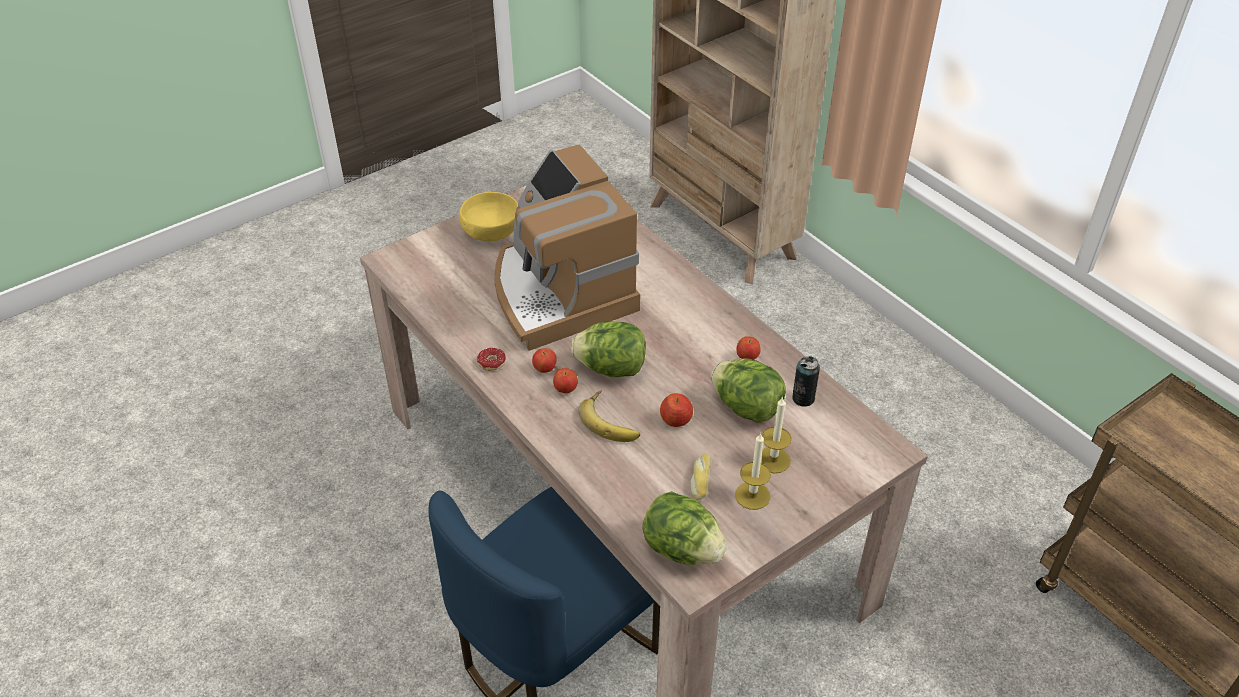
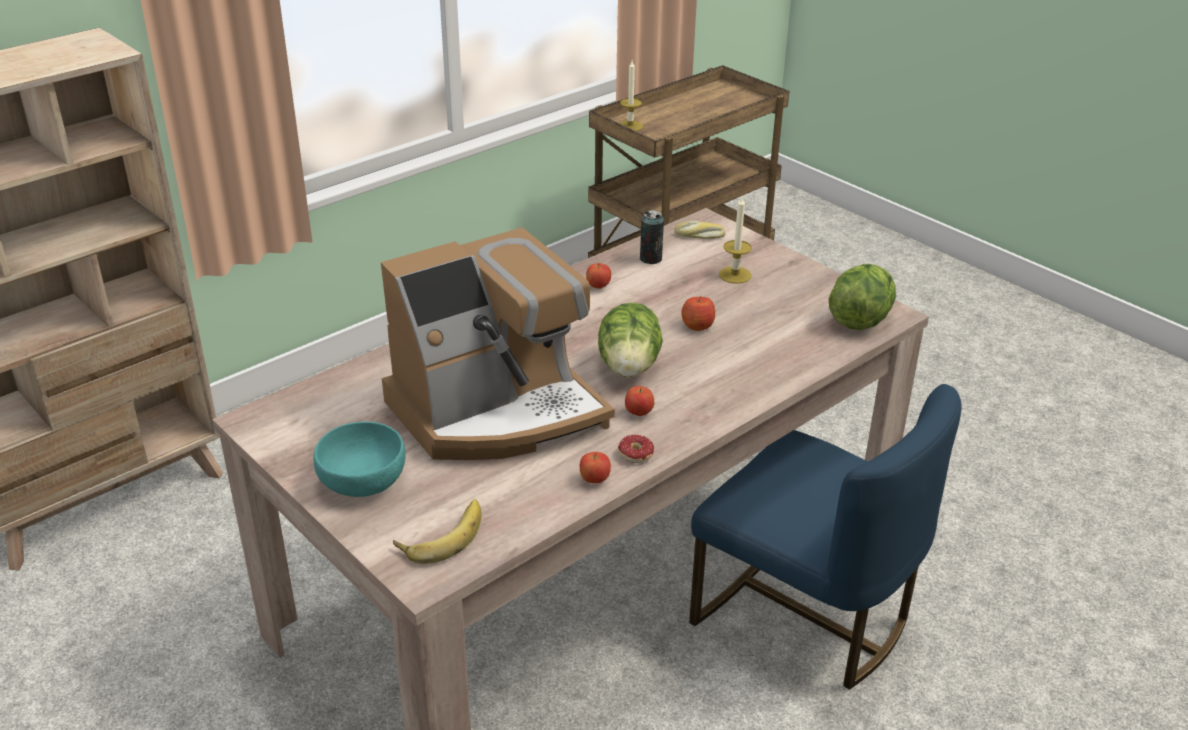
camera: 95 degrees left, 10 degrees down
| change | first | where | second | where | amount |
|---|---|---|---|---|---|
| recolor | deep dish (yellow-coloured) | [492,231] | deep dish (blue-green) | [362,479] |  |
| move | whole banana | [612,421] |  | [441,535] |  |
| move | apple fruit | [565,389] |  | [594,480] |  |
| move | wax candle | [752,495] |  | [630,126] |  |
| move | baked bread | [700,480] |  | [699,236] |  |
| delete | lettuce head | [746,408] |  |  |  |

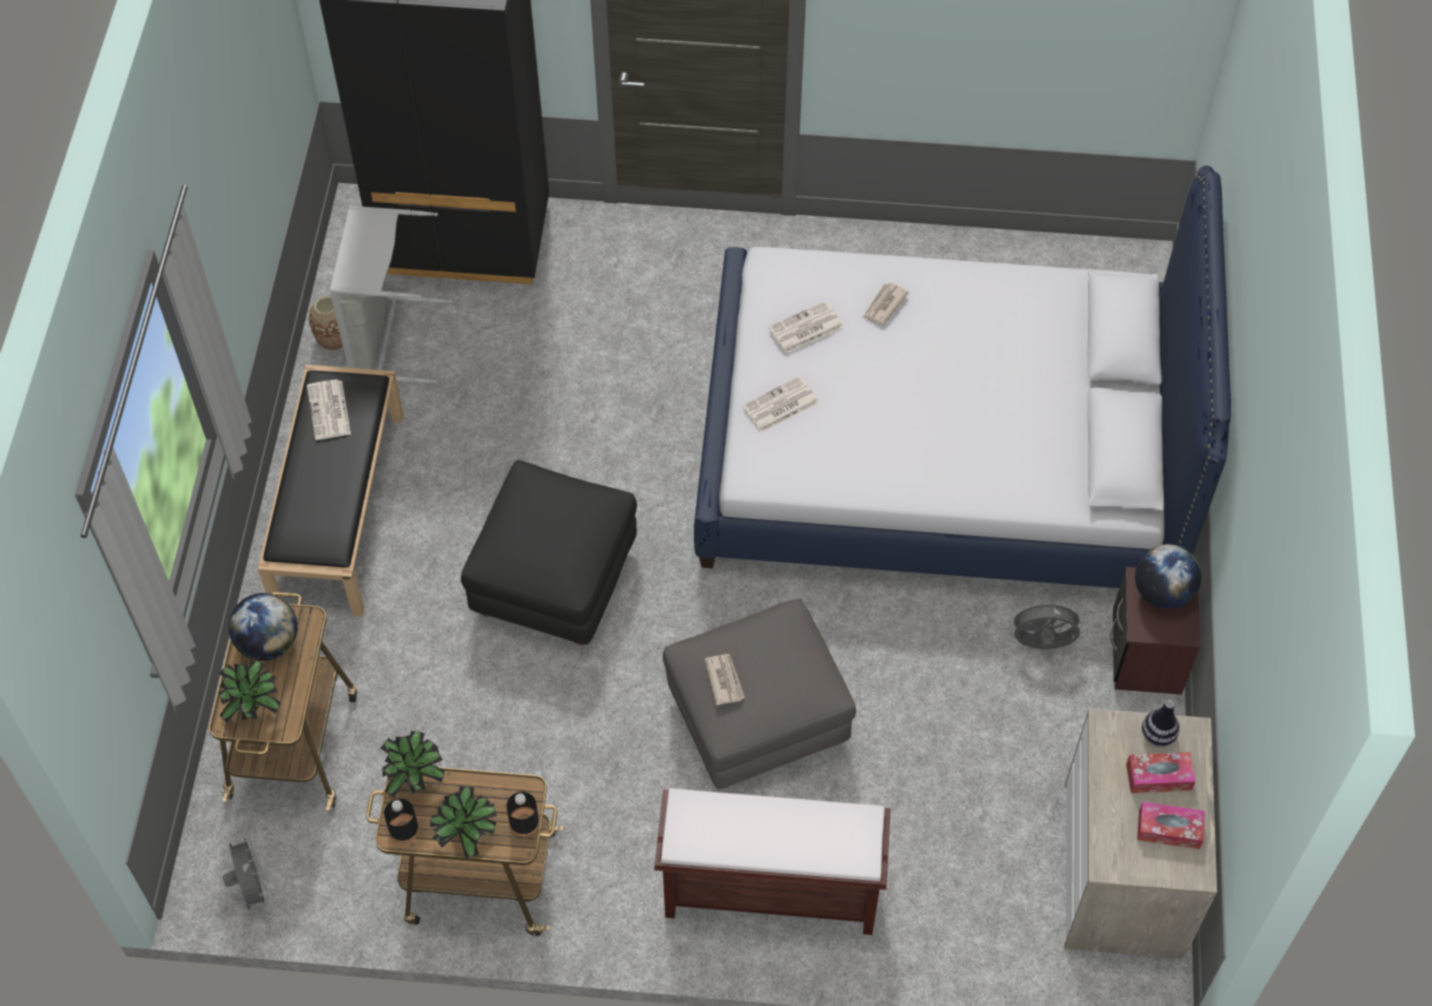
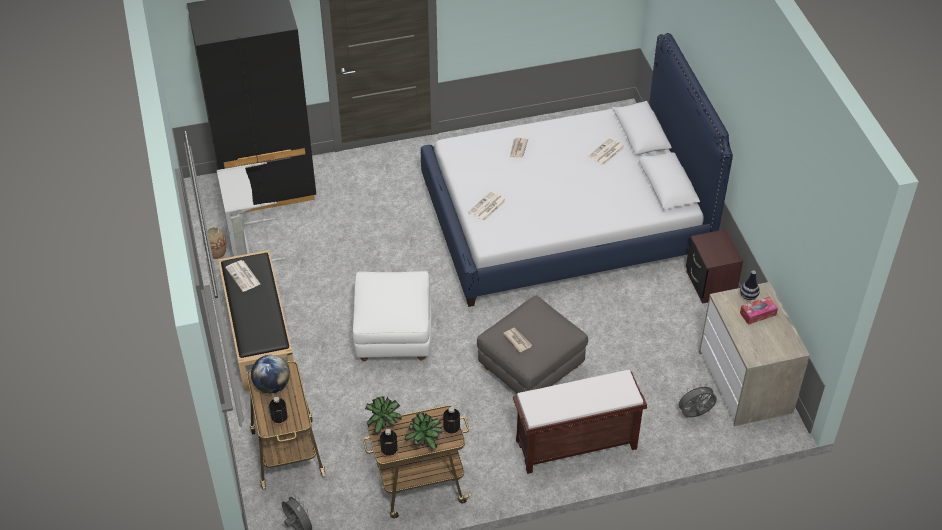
camera: 20 degrees left, 10 degrees down
| change | first | where | second | where | amount |
|---|---|---|---|---|---|
| replace | potted plant | [254,708] | beverage bottle (blackish) | [279,418] |  |
| recolor | ottoman (blackish) | [554,580] | ottoman (white-coloured) | [393,334] |  |
| move | daily paper | [805,328] |  | [606,152] |  |
| move | cooling fan (greyish) | [1041,645] |  | [695,415] |  |
| delete | desk globe | [1162,593] |  |  |  |
| delete | tissue box | [1169,829] |  |  |  |

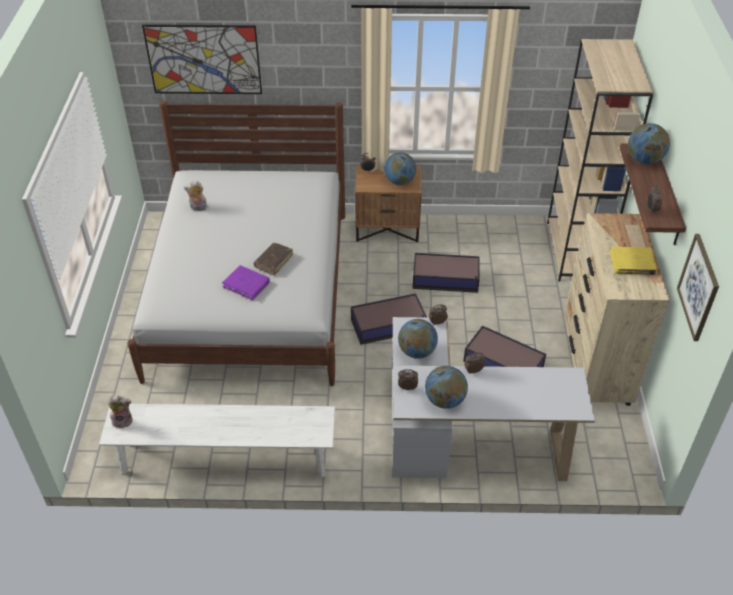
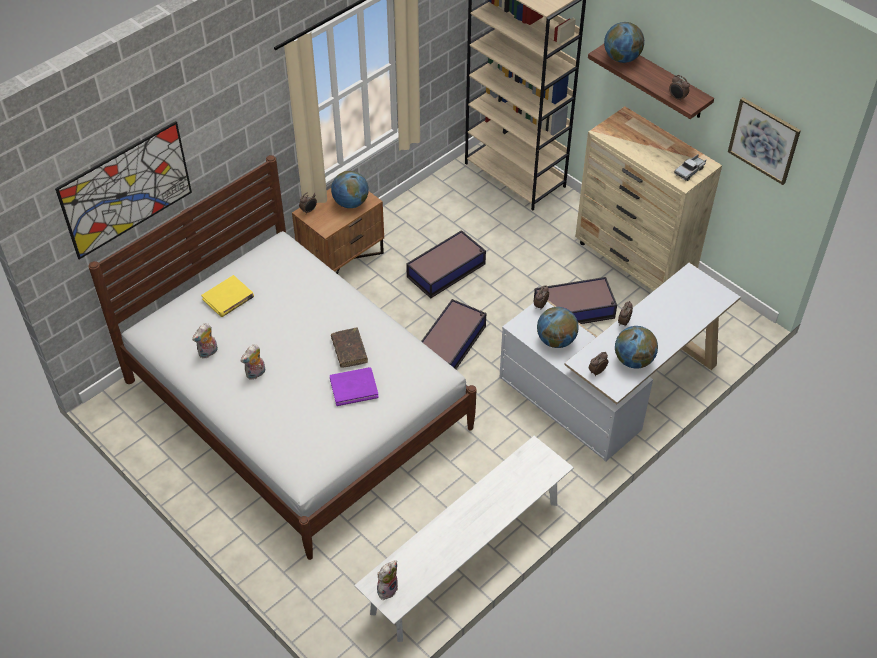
camera: 45 degrees left, 5 degrees up
| change | first | where | second | where | amount |
|---|---|---|---|---|---|
| move | book (yellow-coloured) | [632,263] |  | [228,298] |  |
| insert |  |  | soft toy | [256,374] |  |
| insert |  |  | model truck | [690,171] |  |

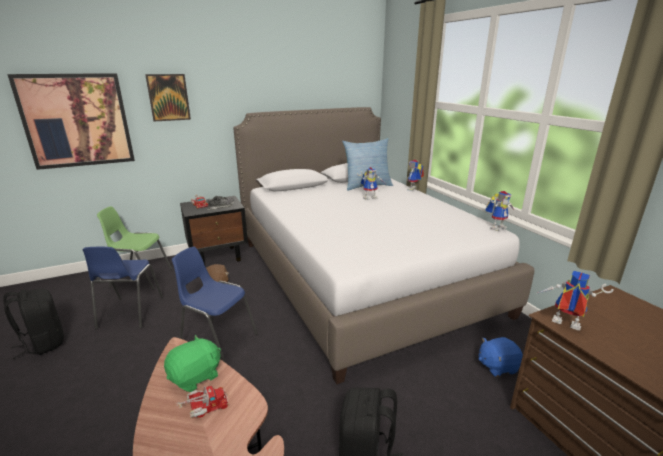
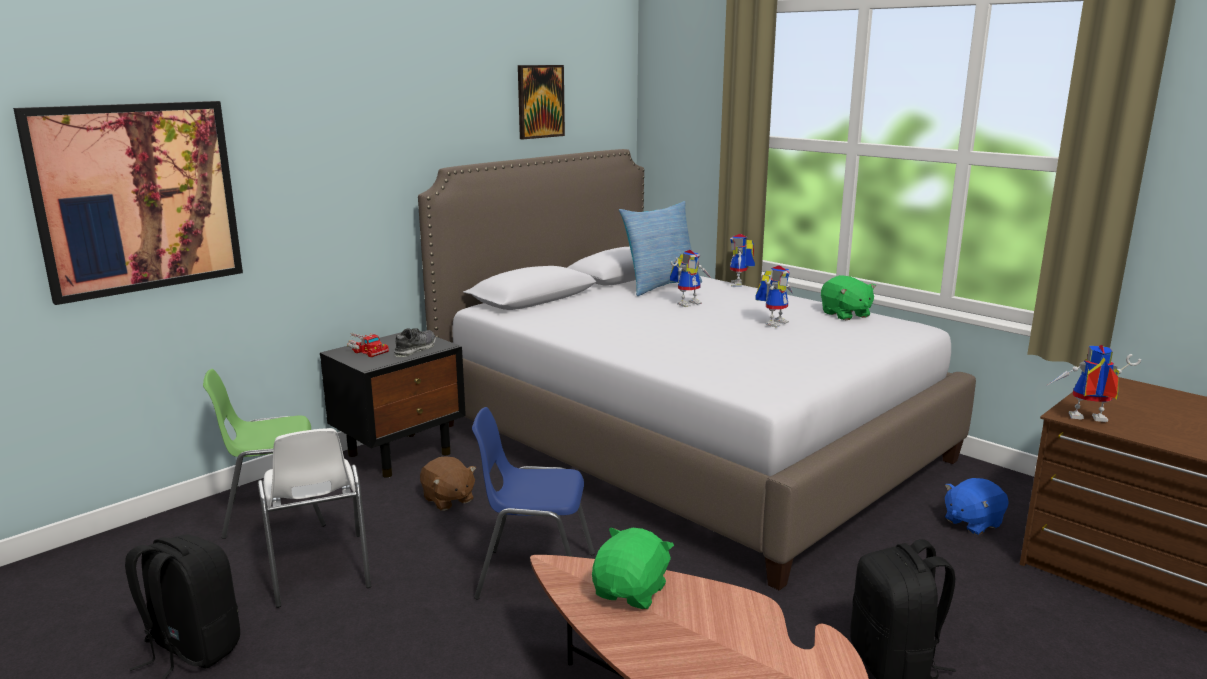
camera: 20 degrees left, 5 degrees down
| change | first | where | second | where | amount |
|---|---|---|---|---|---|
| recolor | chair (blue) | [129,313] | chair (white-coloured) | [319,570] |  |
| move | wall picture | [168,97] |  | [540,101] |  |
| move | model robot | [497,227] |  | [774,322] |  |
| insert |  |  | soft toy (green) | [845,314] |  |
| delete | model truck | [203,407] |  |  |  |

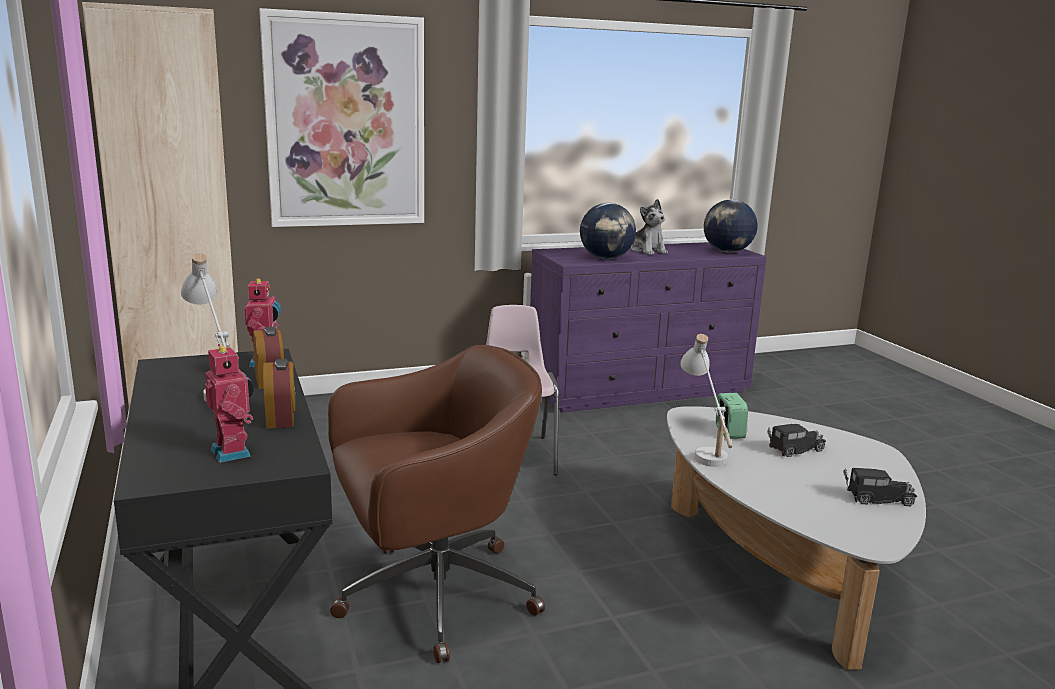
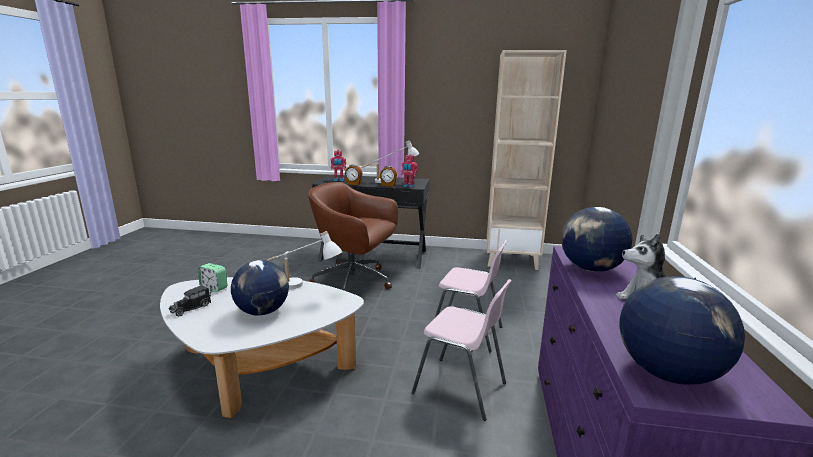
camera: 120 degrees right, 0 degrees up
| change | first | where | second | where | amount |
|---|---|---|---|---|---|
| move | alarm clock | [729,432] |  | [214,288] |  |
| replace | model truck | [794,450] | desk globe | [263,311] |  |
| rotate | office chair (brownish) | [432,596] |  | [354,282] | 105 degrees clockwise |
| insert |  |  | chair (pink-coloured) | [460,388] |  |
| delete | wall picture | [346,122] |  |  |  |

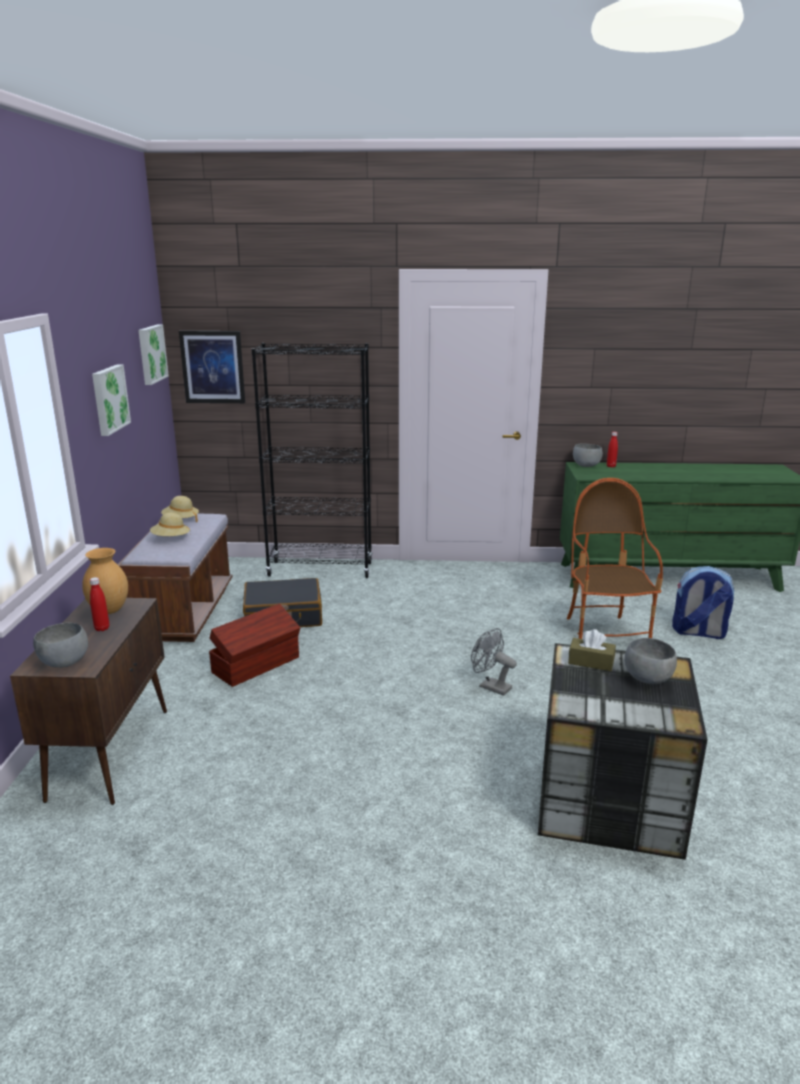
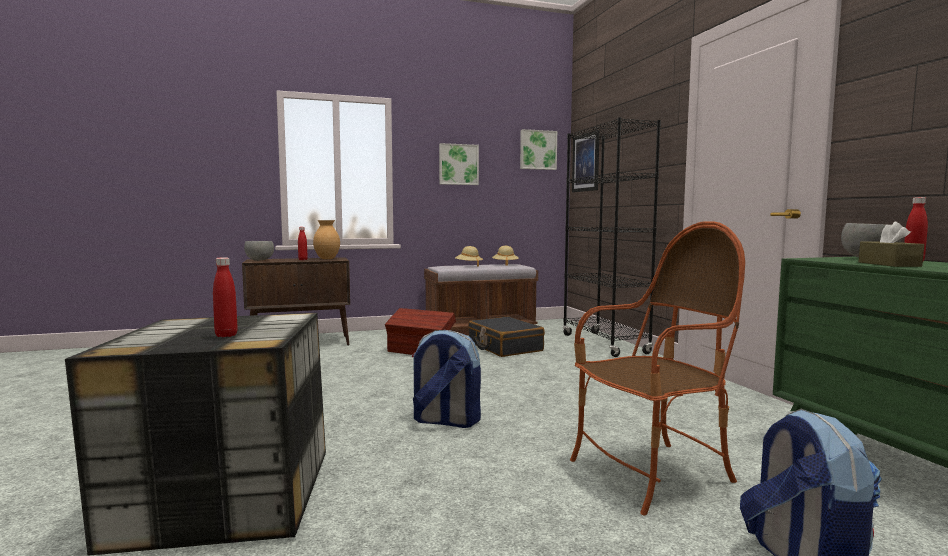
camera: 70 degrees right, 15 degrees down
| change | first | where | second | where | amount |
|---|---|---|---|---|---|
| replace | deep dish (greyish) | [647,678] | beverage bottle (red) | [226,335] |  |
| replace | cooling fan (greyish) | [490,686] | rucksack | [445,421] |  |
| move | tissue box (brownish) | [591,662] |  | [888,264] |  |

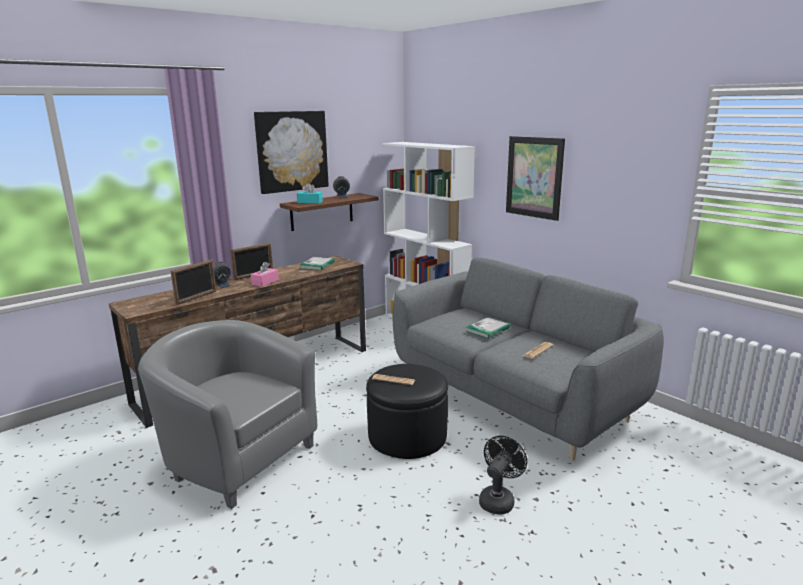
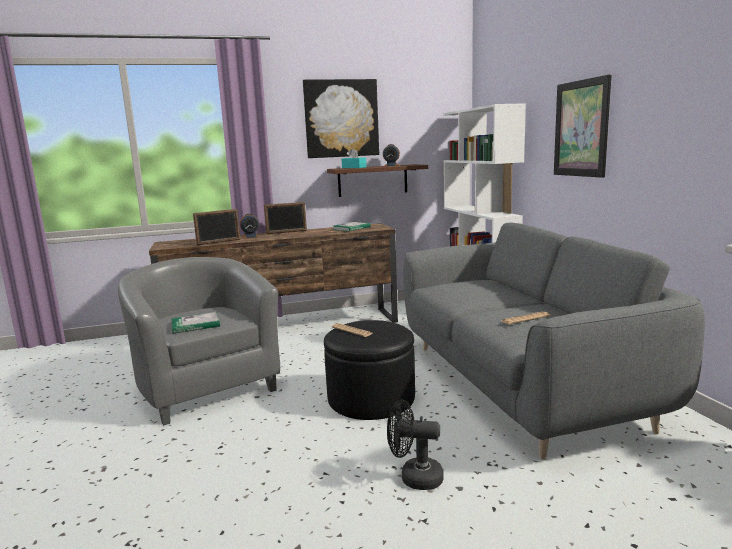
camera: 25 degrees right, 5 degrees down
| change | first | where | second | where | amount |
|---|---|---|---|---|---|
| move | book | [487,329] |  | [195,325] |  |
| rotate | cooling fan (blackish) | [498,499] |  | [414,477] | 135 degrees counterclockwise |
| delete | tissue box (pink-coloured) | [265,282] |  |  |  |

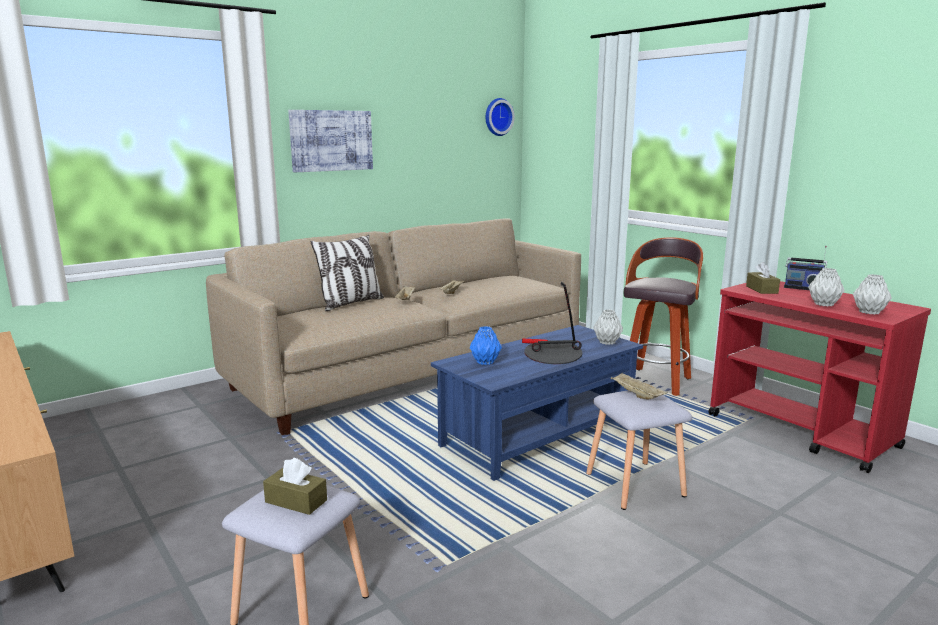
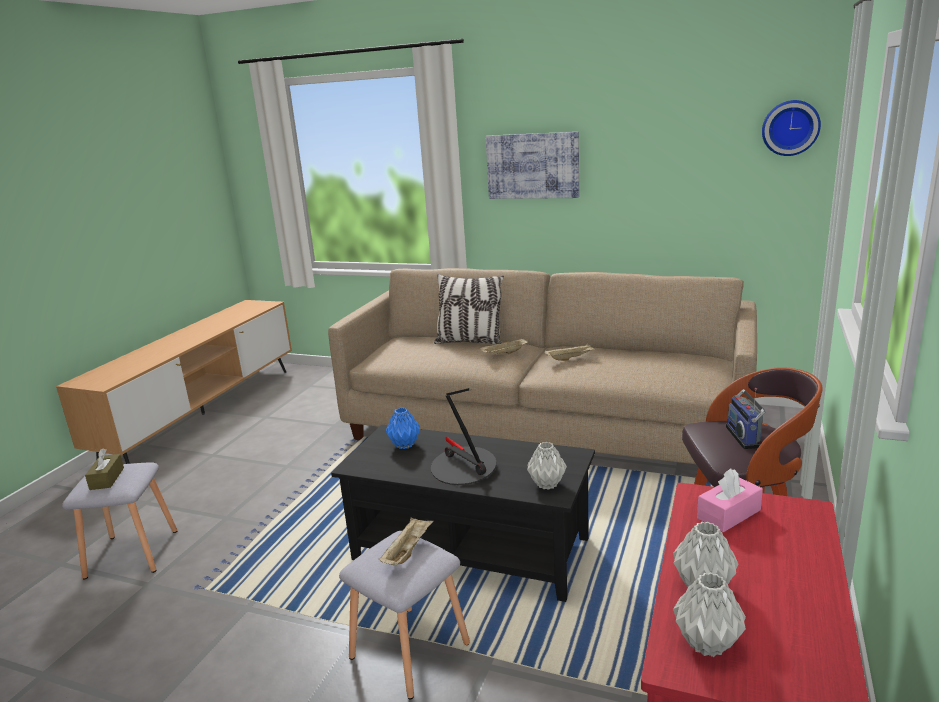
camera: 60 degrees right, 5 degrees up
| change | first | where | second | where | amount |
|---|---|---|---|---|---|
| recolor | low table (blue) | [538,434] | low table (blackish) | [471,549] |  |
| recolor | tissue box (brownish) | [761,289] | tissue box (pink-coloured) | [728,514] |  |
| move | radio set | [802,288] |  | [744,437] |  |

